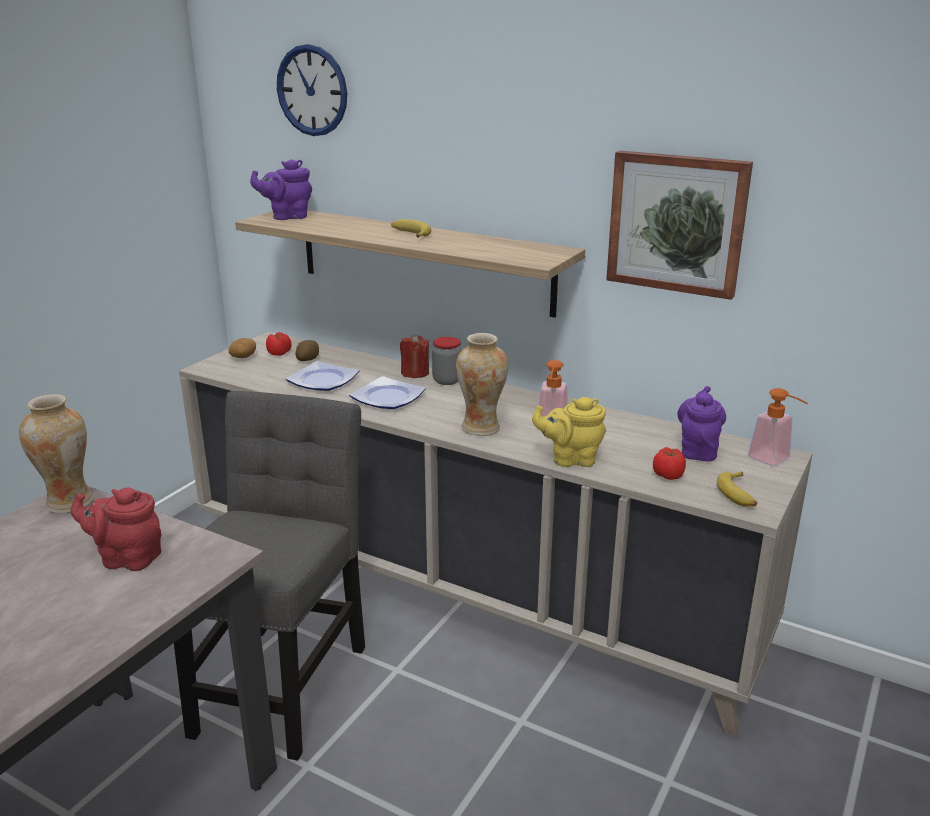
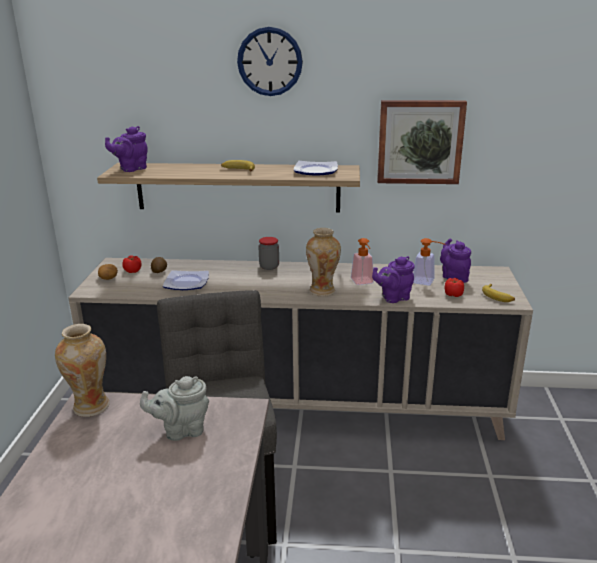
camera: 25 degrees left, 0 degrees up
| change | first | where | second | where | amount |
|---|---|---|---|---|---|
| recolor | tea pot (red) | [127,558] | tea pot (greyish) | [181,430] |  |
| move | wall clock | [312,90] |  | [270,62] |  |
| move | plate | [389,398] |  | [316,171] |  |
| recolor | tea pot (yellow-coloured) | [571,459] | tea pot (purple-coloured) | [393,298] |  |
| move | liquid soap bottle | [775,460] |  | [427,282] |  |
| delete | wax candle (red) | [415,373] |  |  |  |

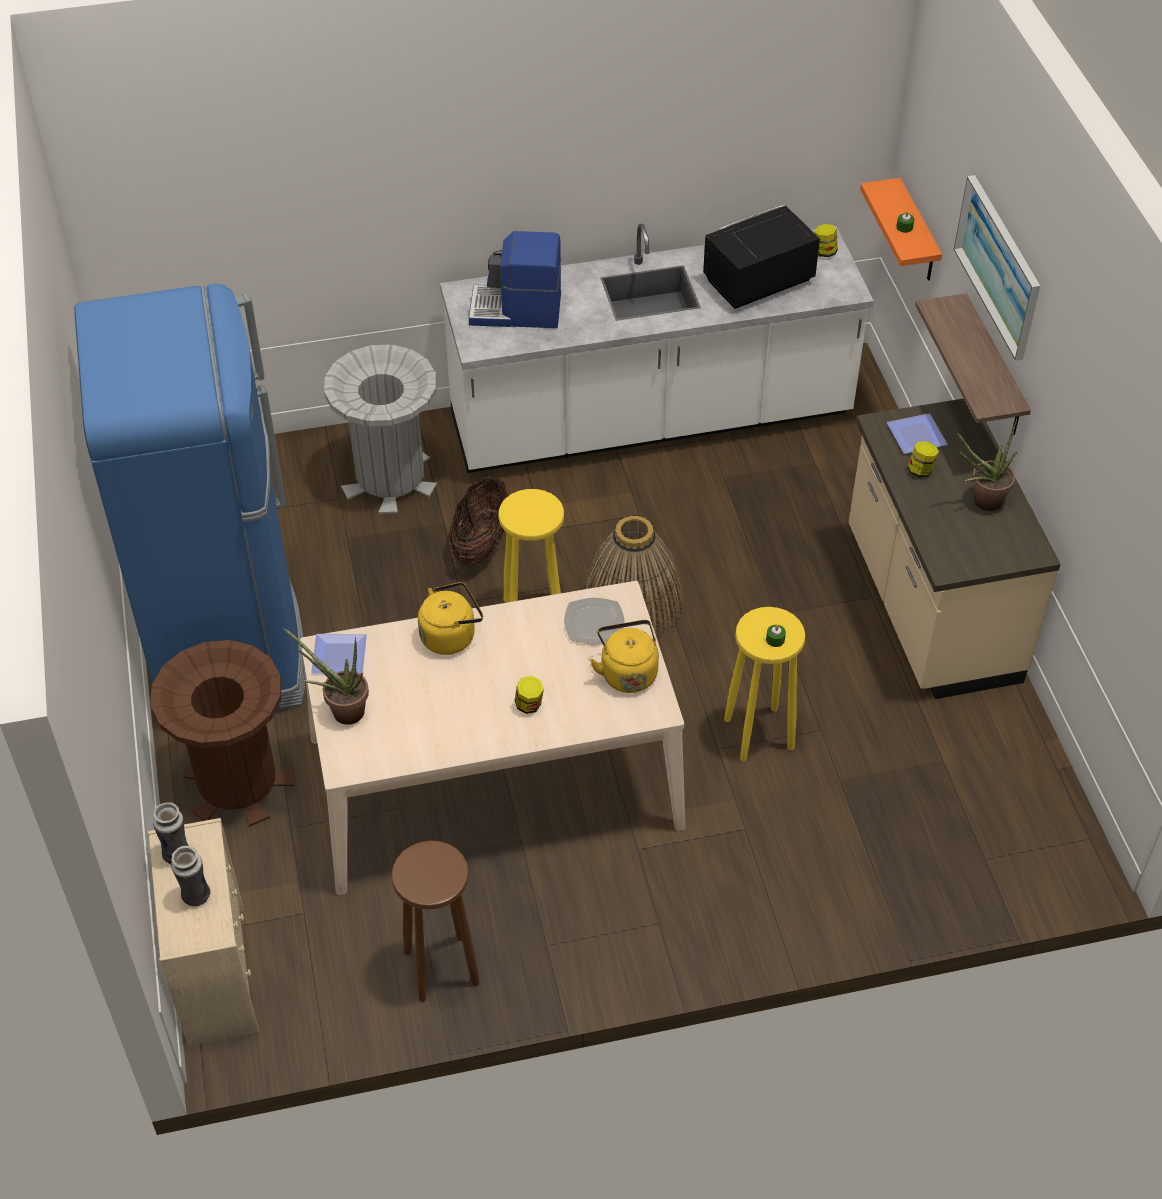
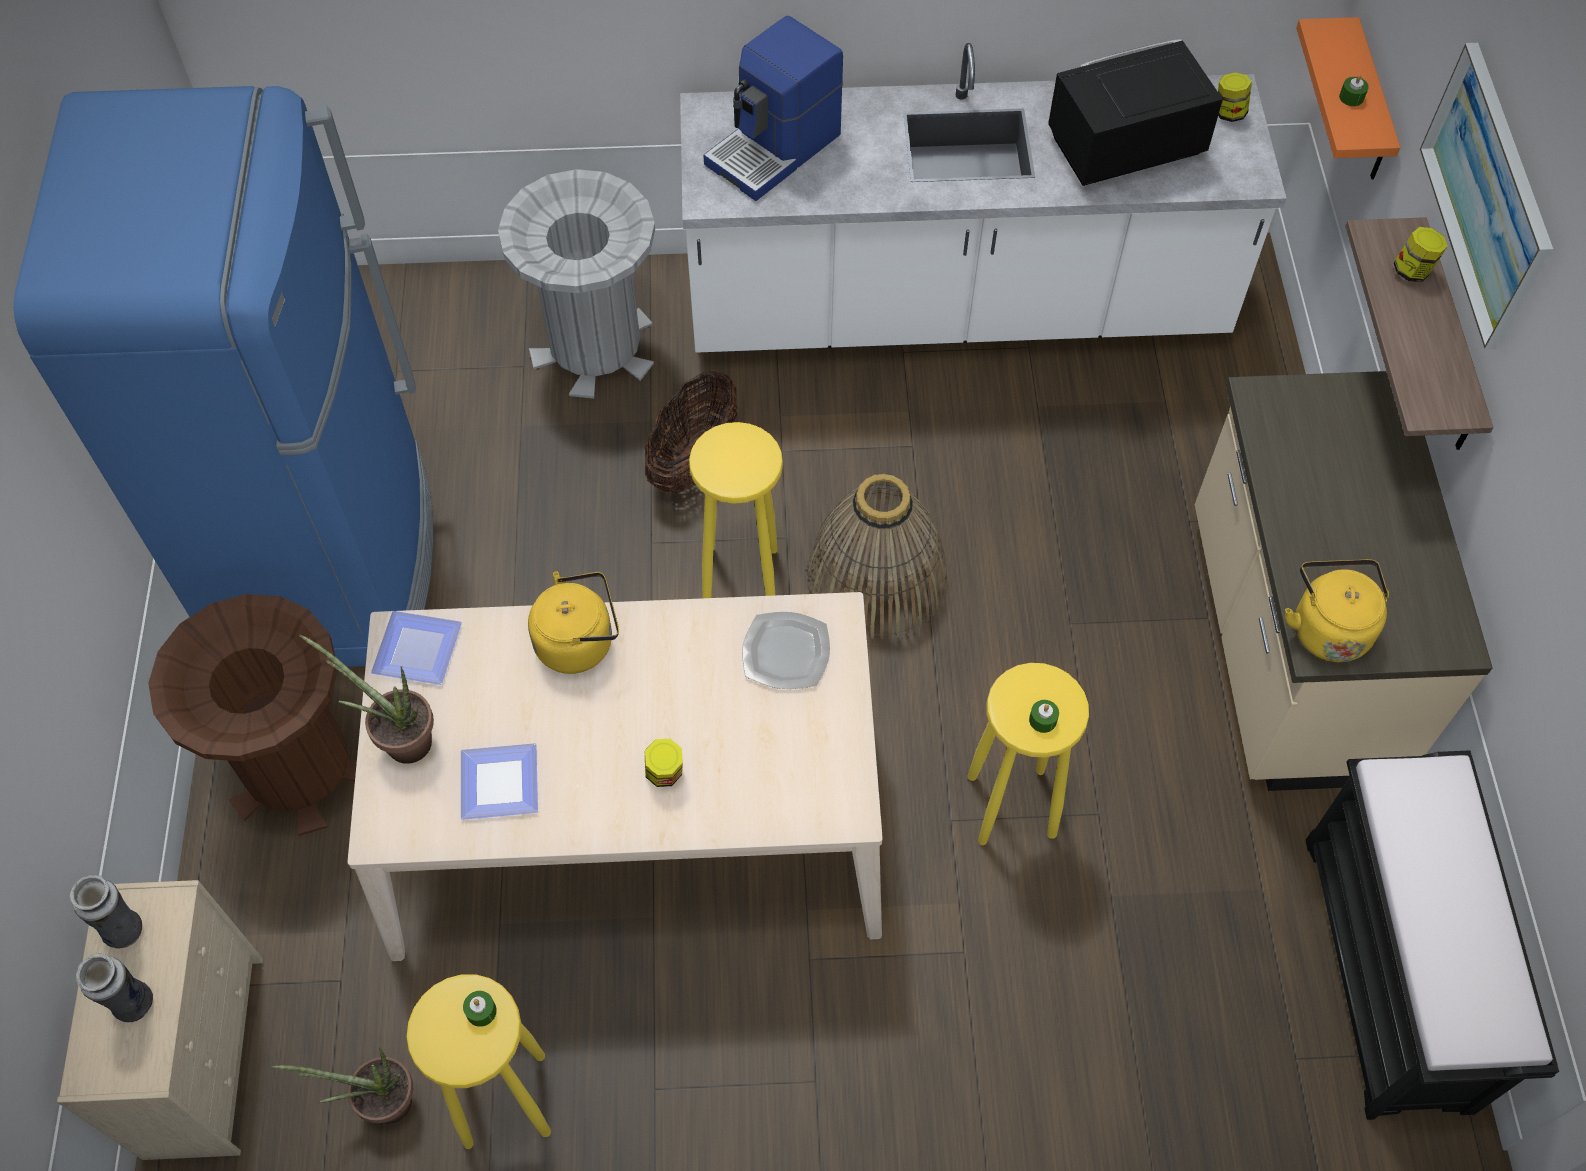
camera: 10 degrees right, 10 degrees up
| change | first | where | second | where | amount |
|---|---|---|---|---|---|
| move | potted plant | [981,502] |  | [380,1103] |  |
| recolor | sitting stool (brownish) | [440,968] | sitting stool (yellow-coloured) | [503,1099] |  |
| move | plate | [917,434] |  | [502,780] |  |
| insert |  |  | wax candle (green) | [481,1011] |  |
| rotate | coffee machine | [516,311] |  | [775,149] | 60 degrees counterclockwise |
| move | tea kettle (yellow-coloured) | [627,672] |  | [1327,627] |  |
| insert |  |  | long seat (blackish) | [1389,974] |  |
| move | jar | [920,471] |  | [1412,271] |  |

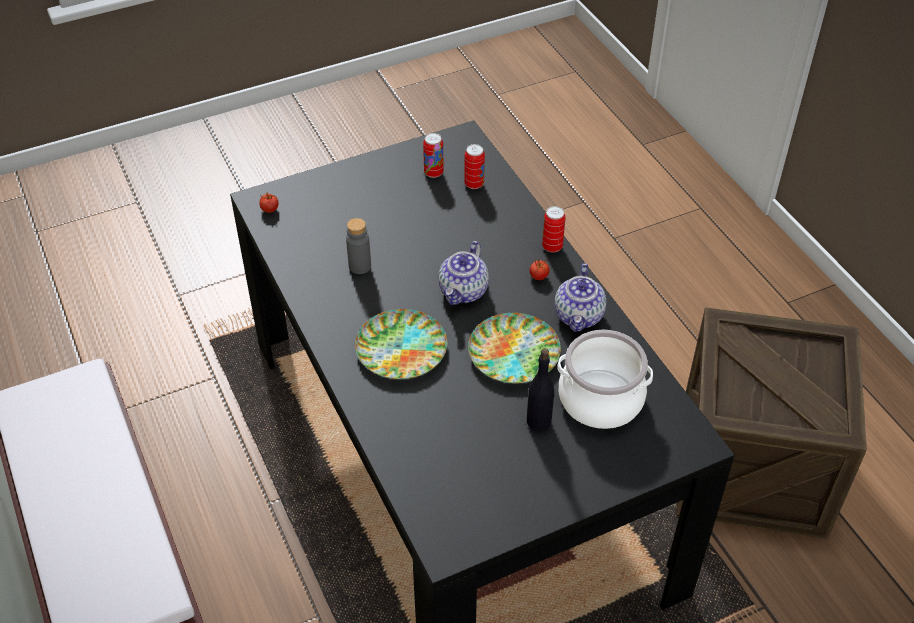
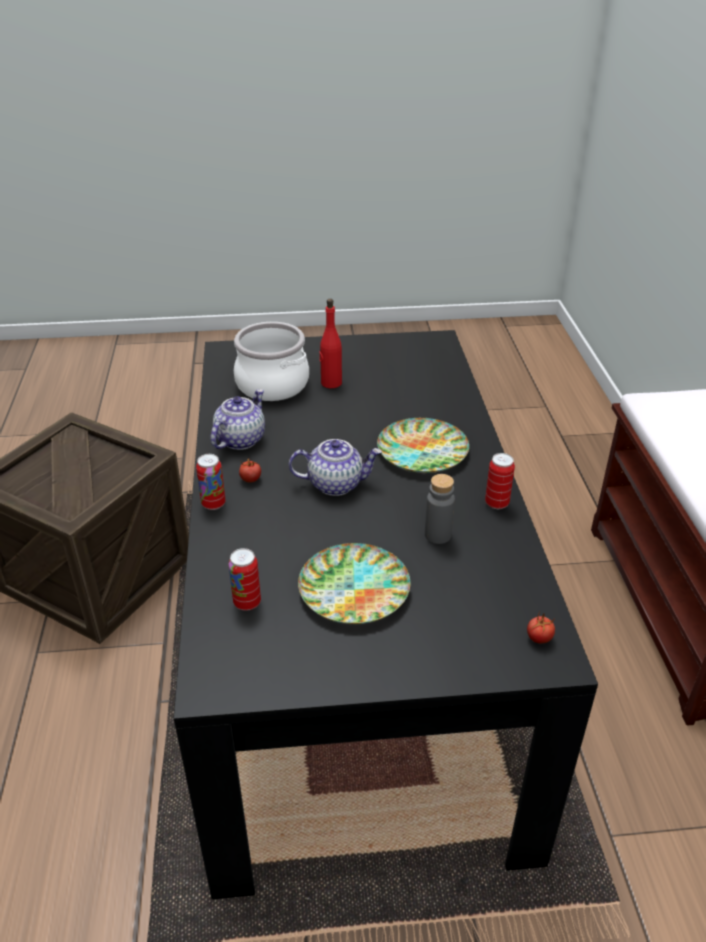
camera: 160 degrees left, 10 degrees down
| change | first | where | second | where | amount |
|---|---|---|---|---|---|
| rotate | tea pot | [464,291] |  | [336,484] | 45 degrees clockwise |
| move | plate | [515,353] |  | [353,589] |  |
| recolor | beverage bottle (blackish) | [539,421] | beverage bottle (red) | [331,383] |  |
| move | metal can | [433,173] |  | [496,503] |  |

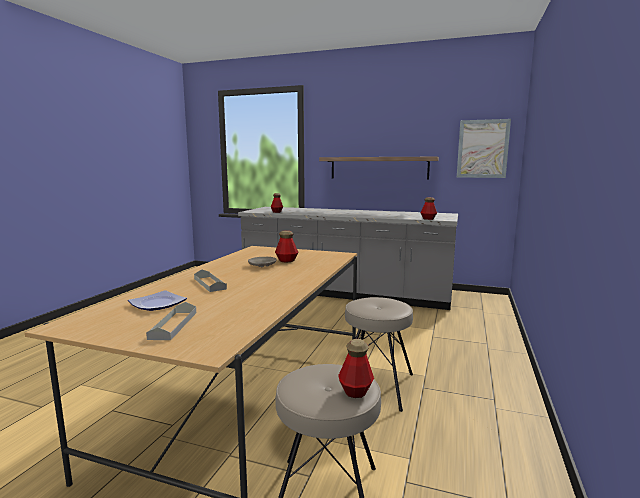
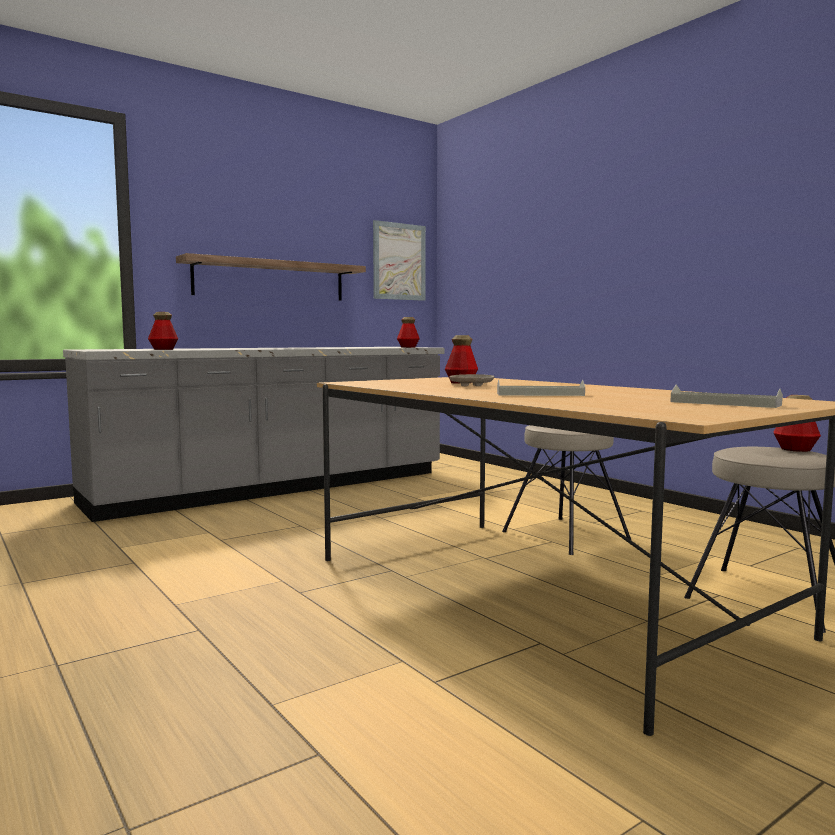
camera: 55 degrees left, 5 degrees down
| change | first | where | second | where | amount |
|---|---|---|---|---|---|
| delete | plate | [159,304] |  |  |  |

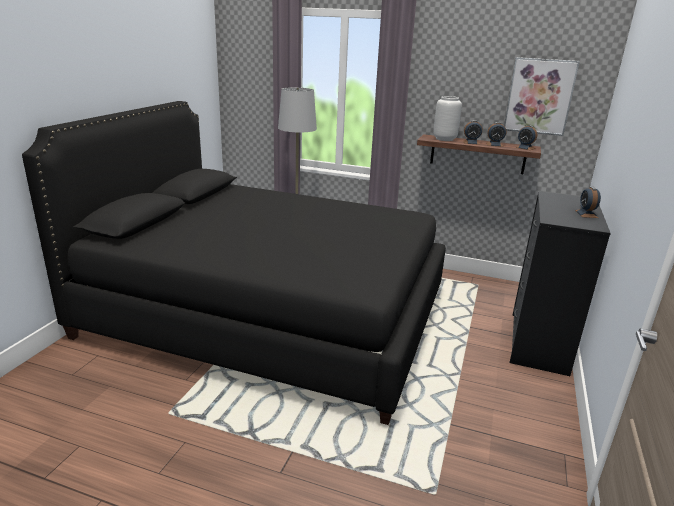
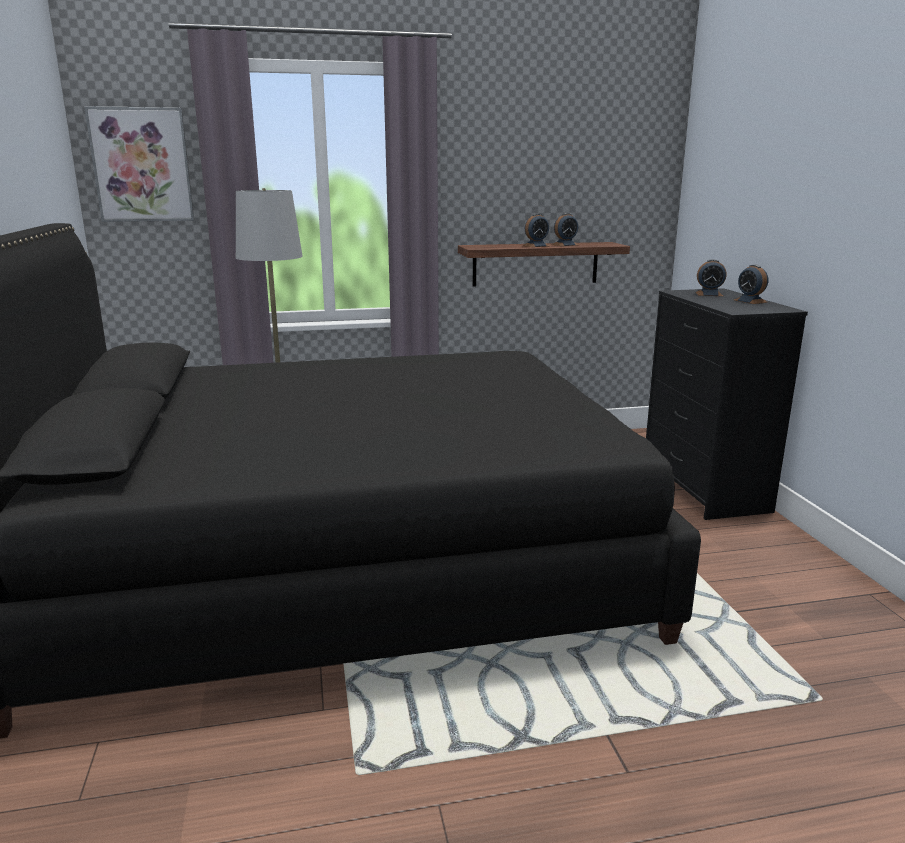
camera: 30 degrees left, 5 degrees down
| change | first | where | second | where | amount |
|---|---|---|---|---|---|
| move | wall picture | [539,96] |  | [142,165] |  |
| move | alarm clock | [525,148] |  | [709,294] |  |
| delete | decorative vase (greyish) | [444,139] |  |  |  |

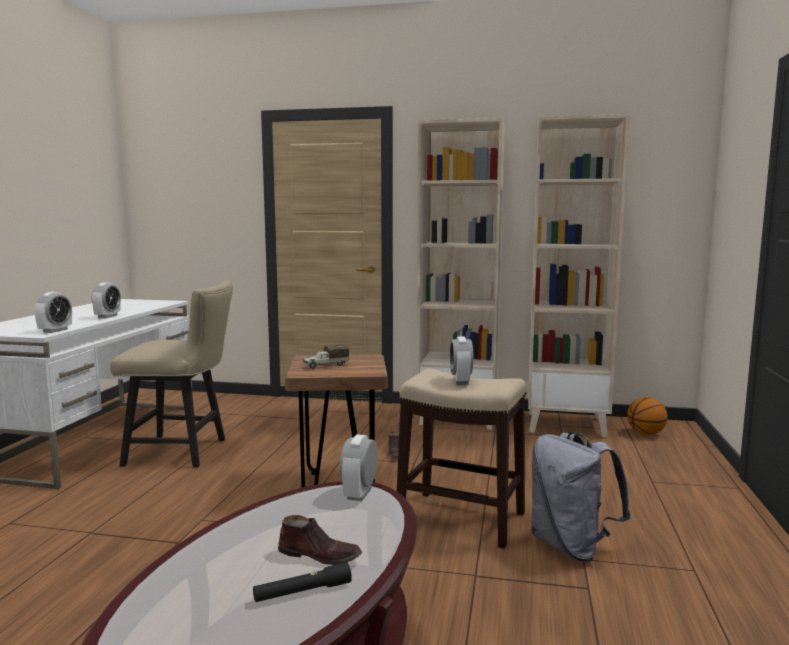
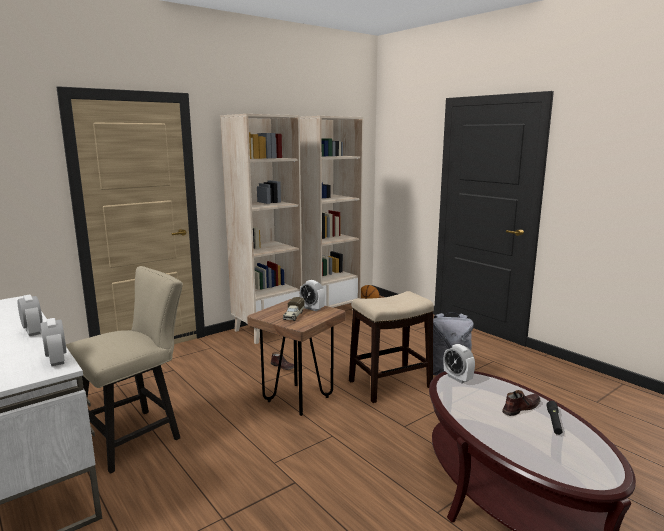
camera: 50 degrees left, 5 degrees up
| change | first | where | second | where | amount |
|---|---|---|---|---|---|
| move | alarm clock | [461,381] |  | [312,308] |  |

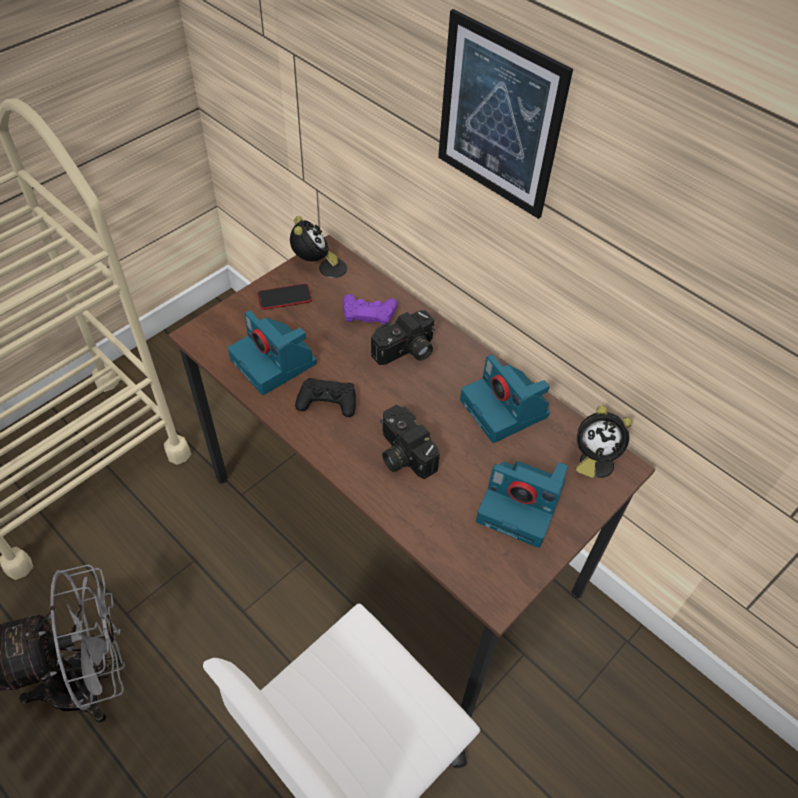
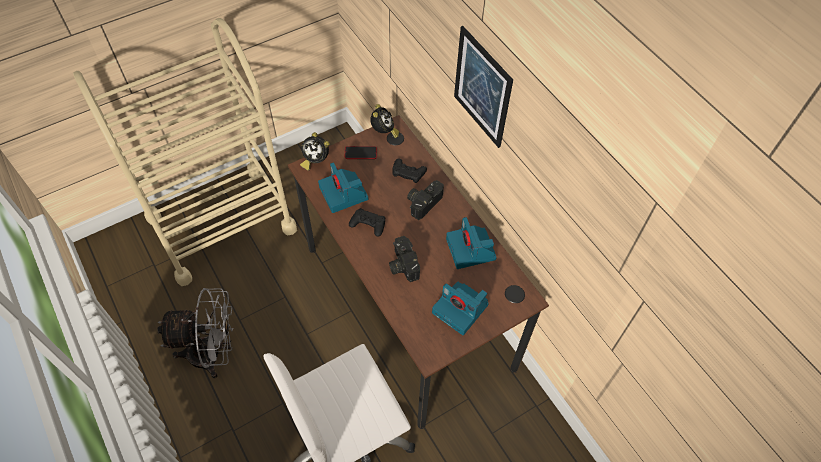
camera: 15 degrees right, 5 degrees up
| change | first | where | second | where | amount |
|---|---|---|---|---|---|
| move | alarm clock | [593,456] |  | [315,160] |  |
| recolor | joypad (purple-coloured) | [369,313] | joypad (blackish) | [408,172] |  |
| rotate | photo camera | [406,352] |  | [423,202] | 150 degrees clockwise |

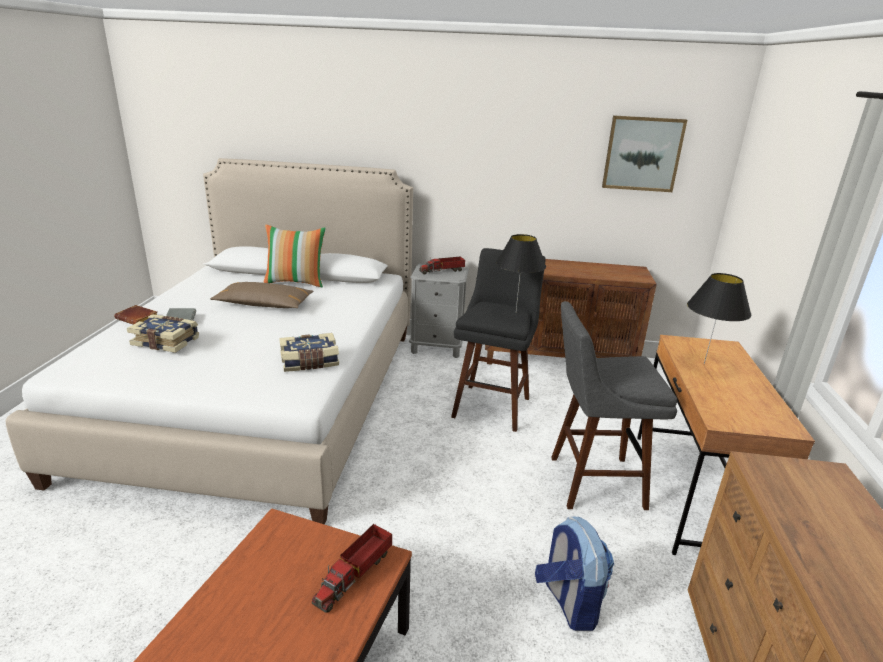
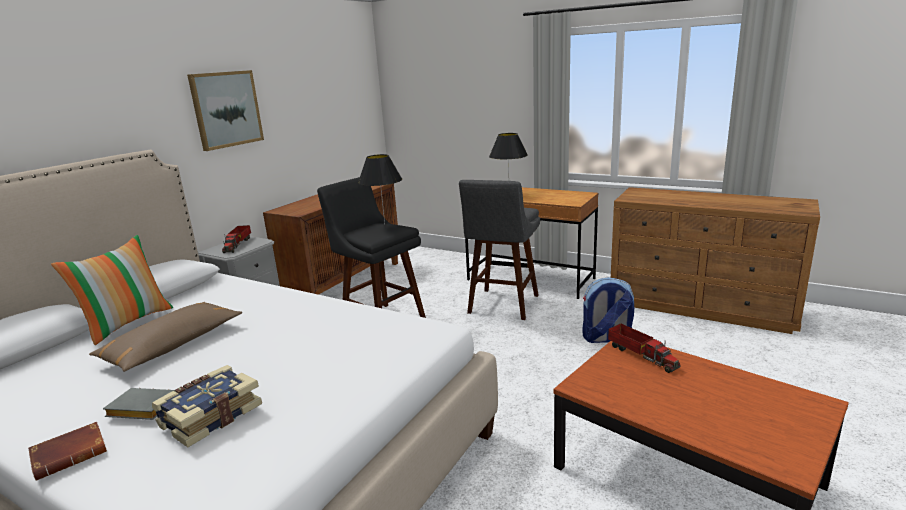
camera: 65 degrees left, 5 degrees down
| change | first | where | second | where | amount |
|---|---|---|---|---|---|
| move | wall picture | [642,154] |  | [226,109] |  |
| delete | book | [310,362] |  |  |  |

